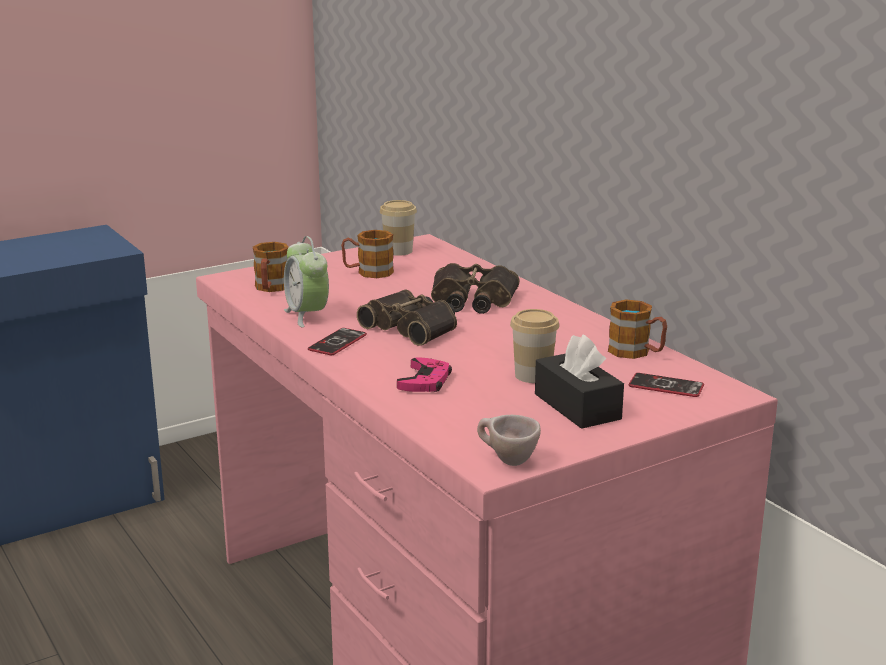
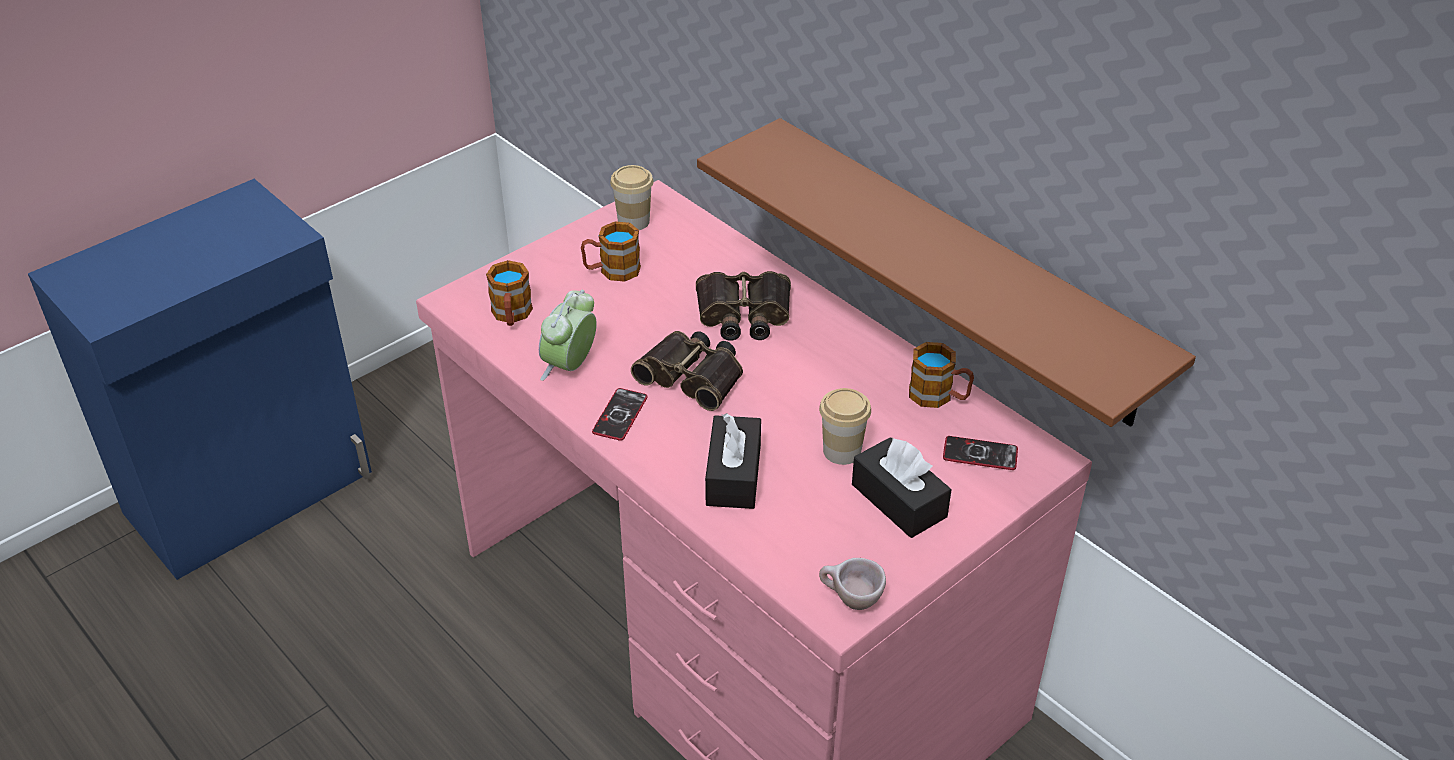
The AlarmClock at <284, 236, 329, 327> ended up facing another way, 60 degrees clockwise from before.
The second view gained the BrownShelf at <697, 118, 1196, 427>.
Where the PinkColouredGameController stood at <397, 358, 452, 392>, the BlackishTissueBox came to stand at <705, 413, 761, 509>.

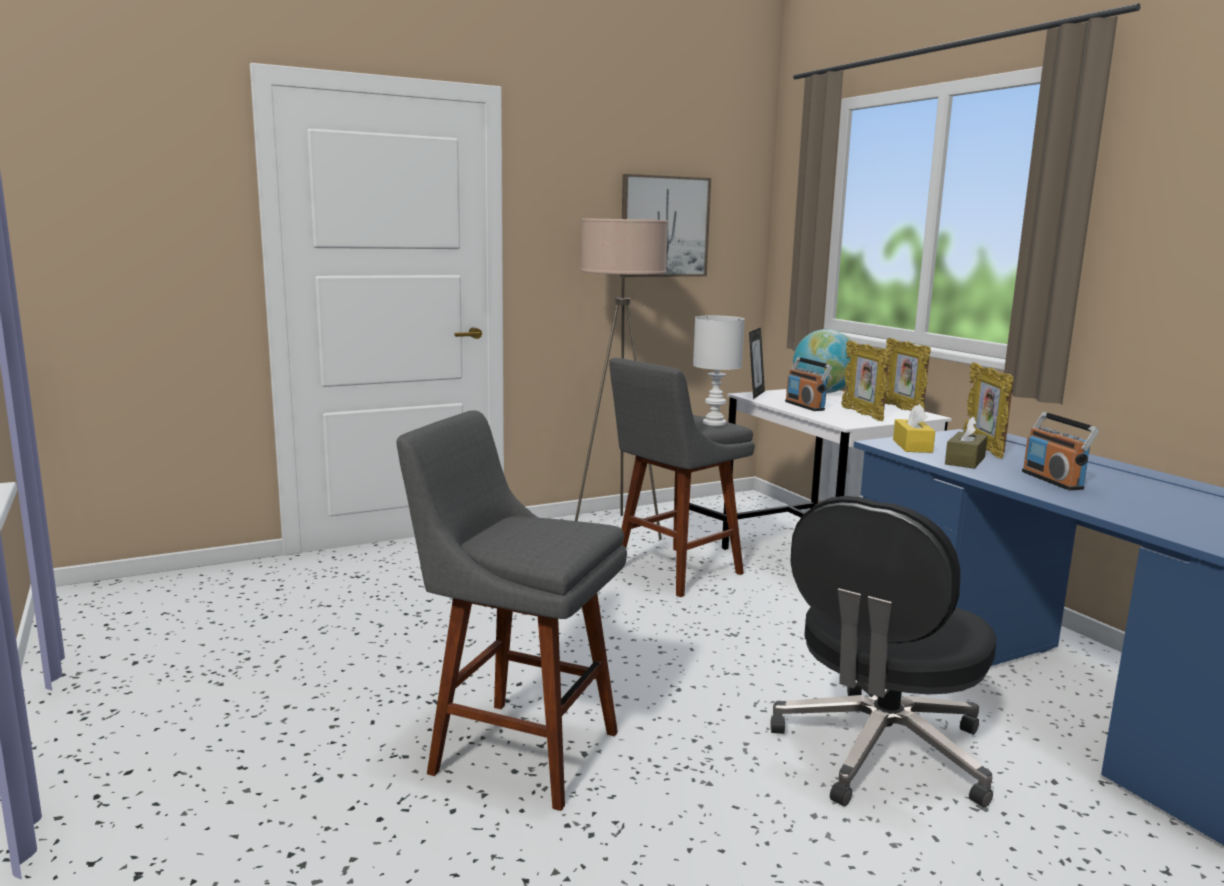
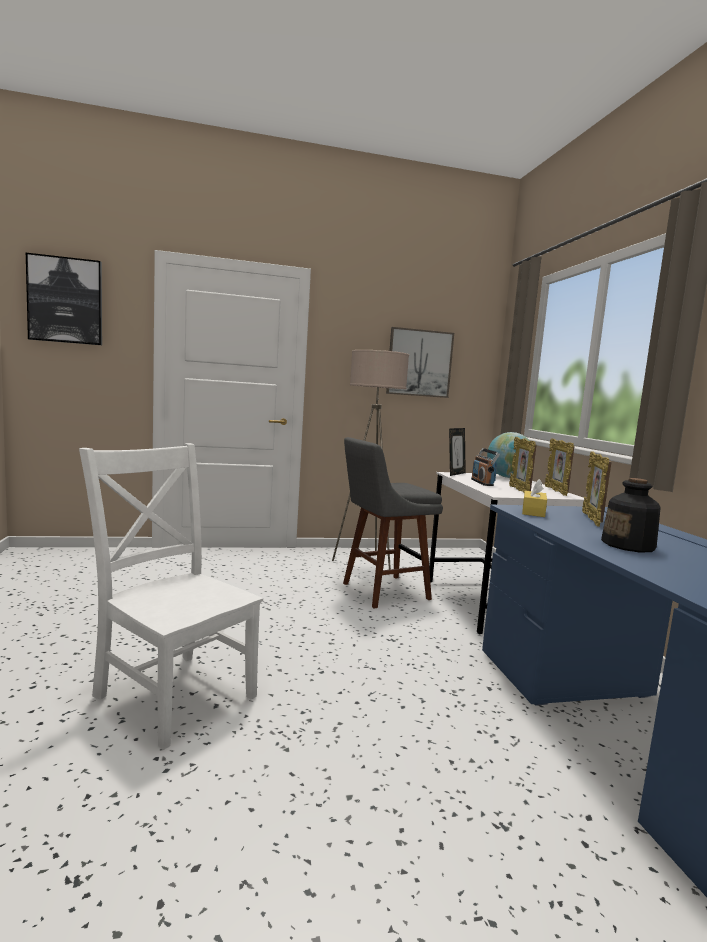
The second view gained the WallArt at <26, 253, 102, 345>.
Where the GreyishStool stood at <396, 410, 627, 811>, the WhiteColouredChair came to stand at <79, 443, 263, 750>.
Where the Radio stood at <1022, 412, 1099, 490>, the Bottle came to stand at <601, 478, 661, 553>.
The second view lost the WhiteColouredTabletopLamp at <693, 316, 745, 426>.
The second view lost the BlackishComputerChair at <770, 496, 996, 808>.
The second view lost the BrownTissueBox at <945, 416, 988, 469>.

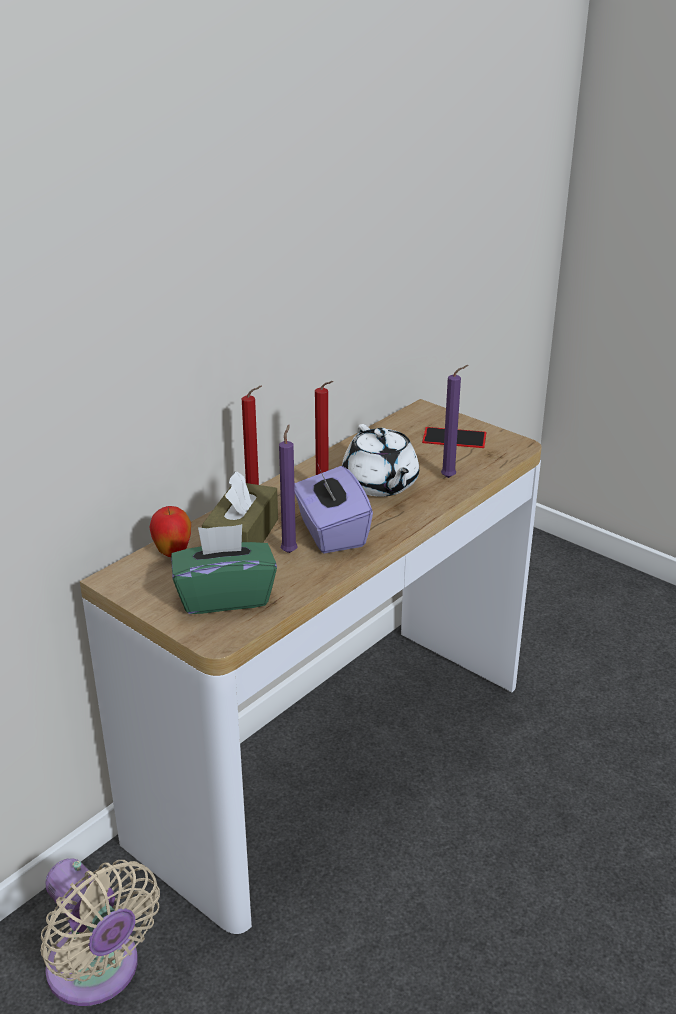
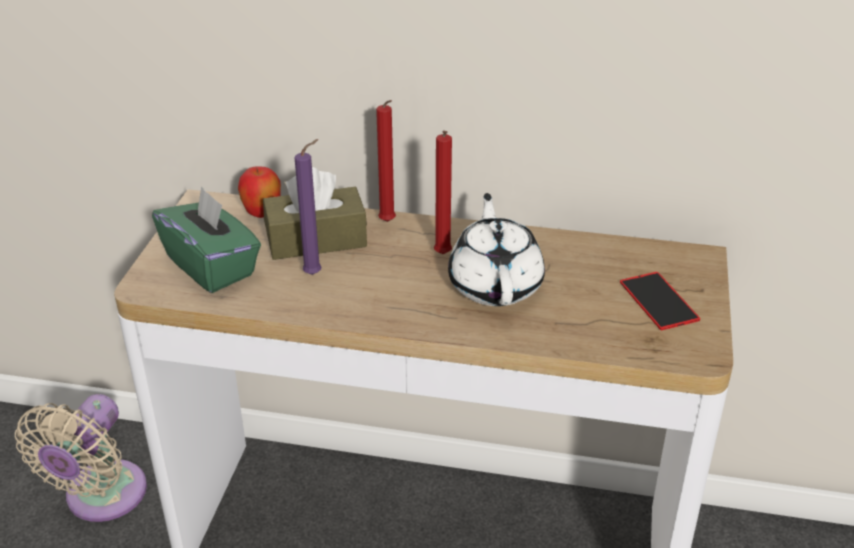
The WhiteColouredPotForTea at <342, 424, 419, 497> ended up facing another way, 135 degrees clockwise from before.
The second view lost the PurpleColouredTissueBox at <294, 463, 373, 554>.
The second view lost the PurpleColouredCandle at <441, 365, 469, 478>.

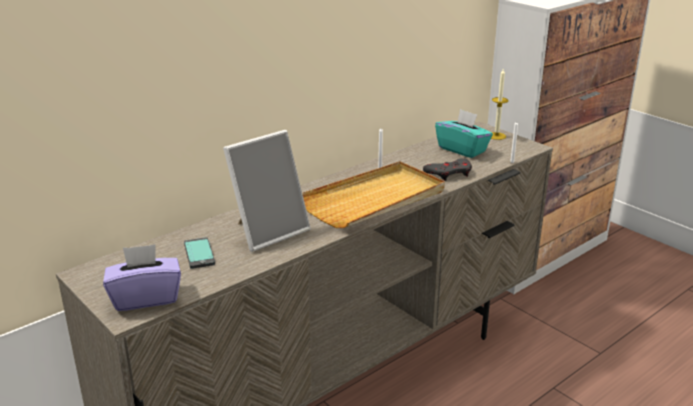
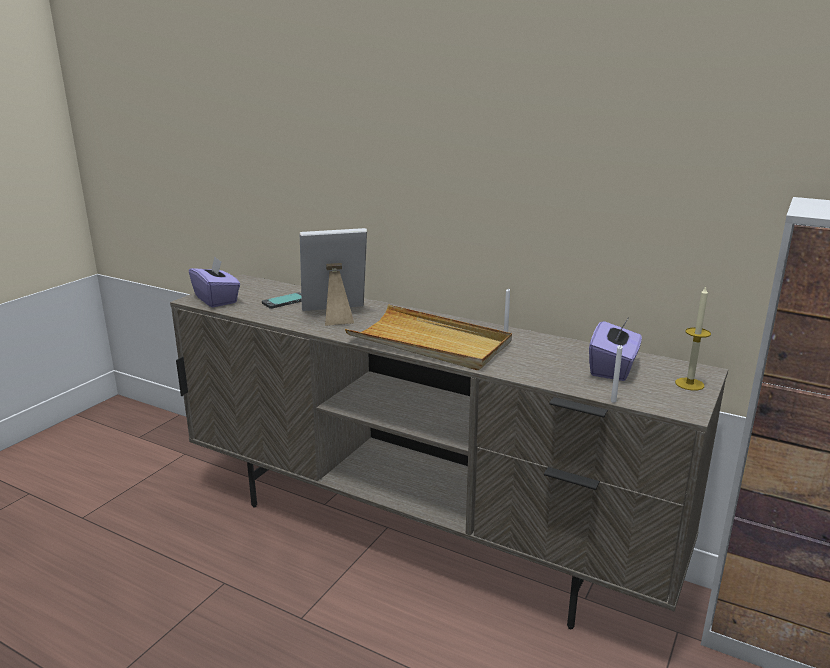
The StandingFrame at <223, 130, 311, 252> ended up facing another way, 135 degrees clockwise from before.
What was the TurquoiseColouredTissueBox at <435, 109, 493, 158> turned into the PurpleColouredTissueBox at <589, 316, 642, 381>.
The second view lost the GreyishGameController at <423, 158, 472, 181>.

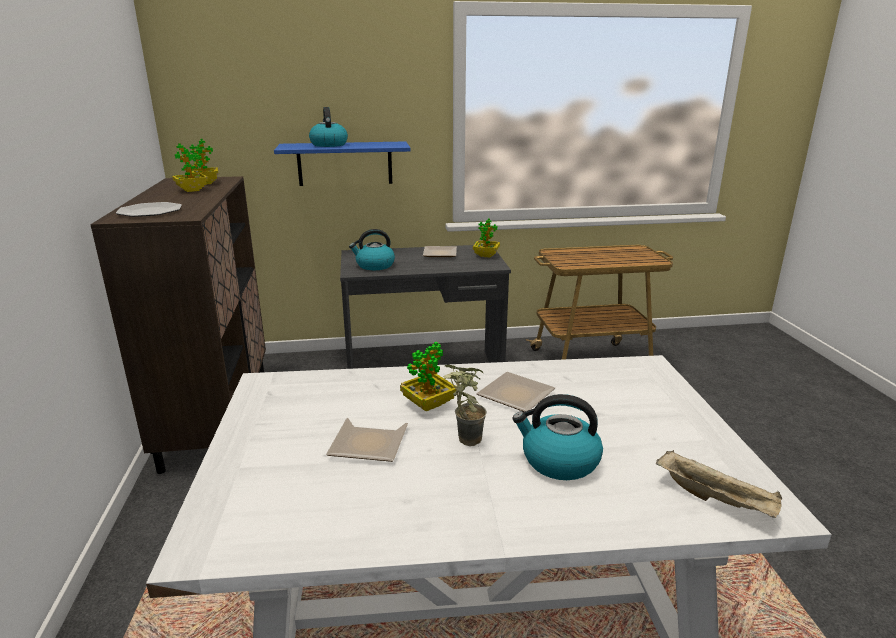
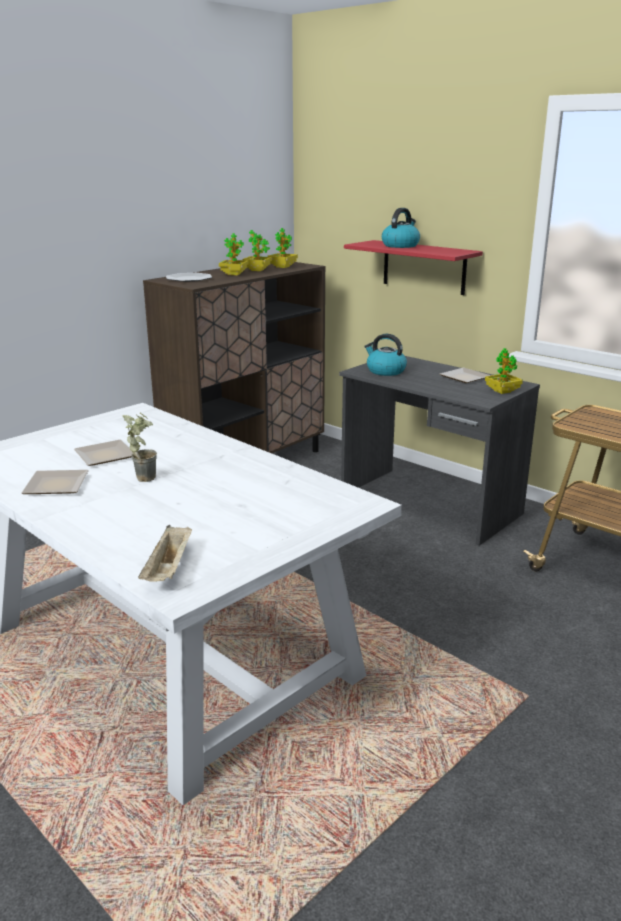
The DinnerPlate ended up elsewhere, having gone from <476, 372, 555, 412> to <22, 470, 89, 494>.
The PlantInAPot ended up elsewhere, having gone from <400, 342, 457, 411> to <219, 233, 249, 275>.
What was the BlueColouredShelf at <274, 141, 411, 186> turned into the RedColouredShelf at <344, 240, 483, 295>.
The second view lost the Kettle at <512, 394, 603, 480>.

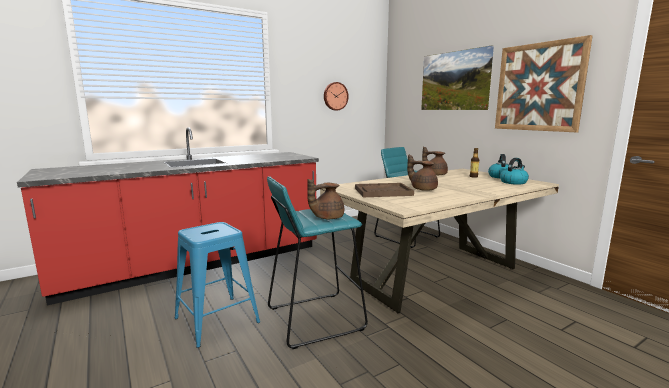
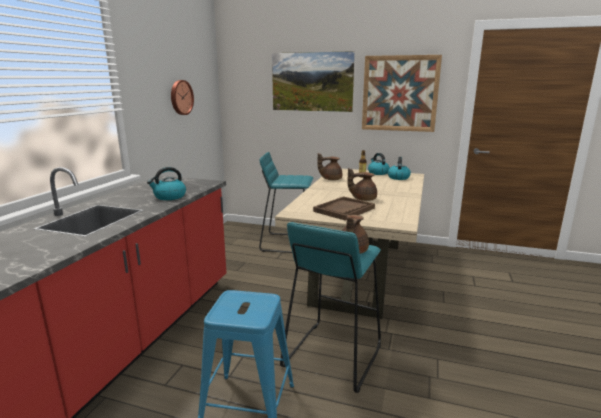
The second view gained the Kettle at <147, 167, 186, 200>.

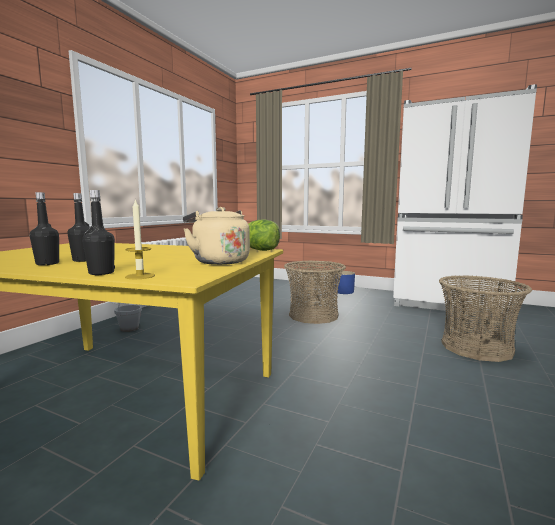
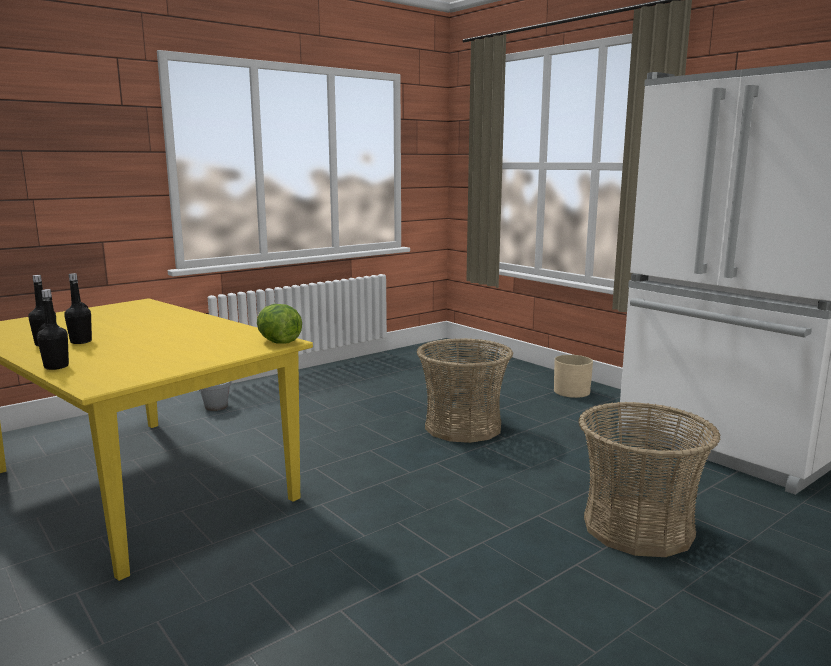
What was the BlueColouredPlanter at <334, 271, 355, 294> turned into the BeigeColouredPlanter at <554, 355, 593, 398>.
The second view lost the Candle at <125, 199, 155, 279>.
The second view lost the BeigeColouredKettle at <183, 207, 250, 265>.

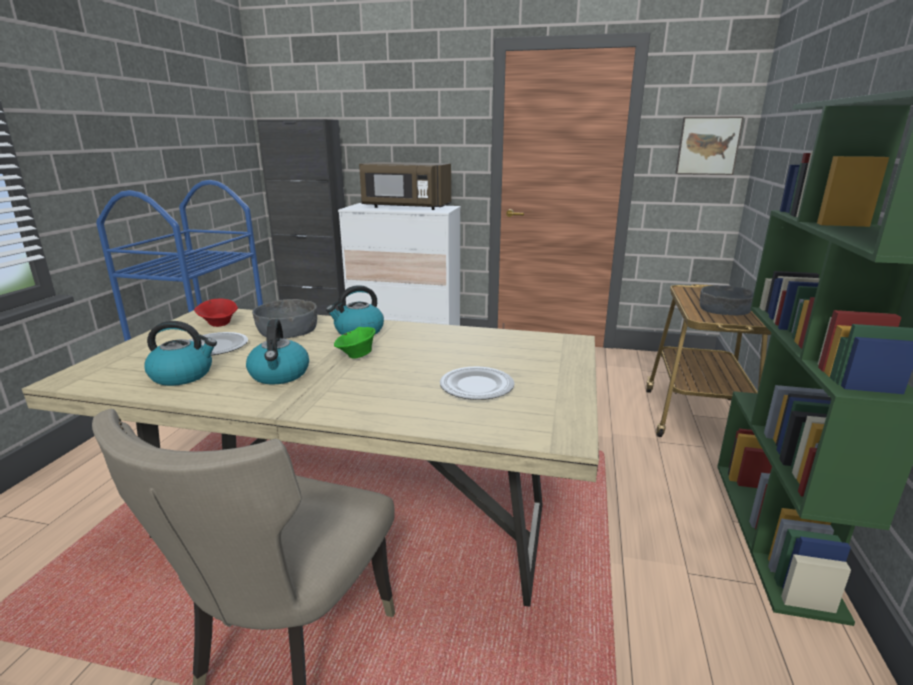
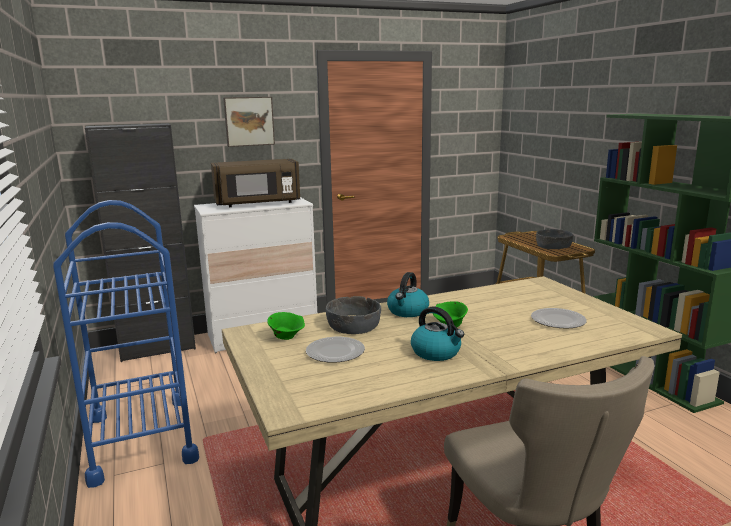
The WallArt ended up elsewhere, having gone from <675, 117, 744, 175> to <223, 97, 275, 147>.
What was the RedColouredServingBowl at <194, 299, 238, 327> turned into the GreenColouredServingBowl at <267, 312, 305, 340>.
The second view lost the Kettle at <144, 321, 217, 386>.

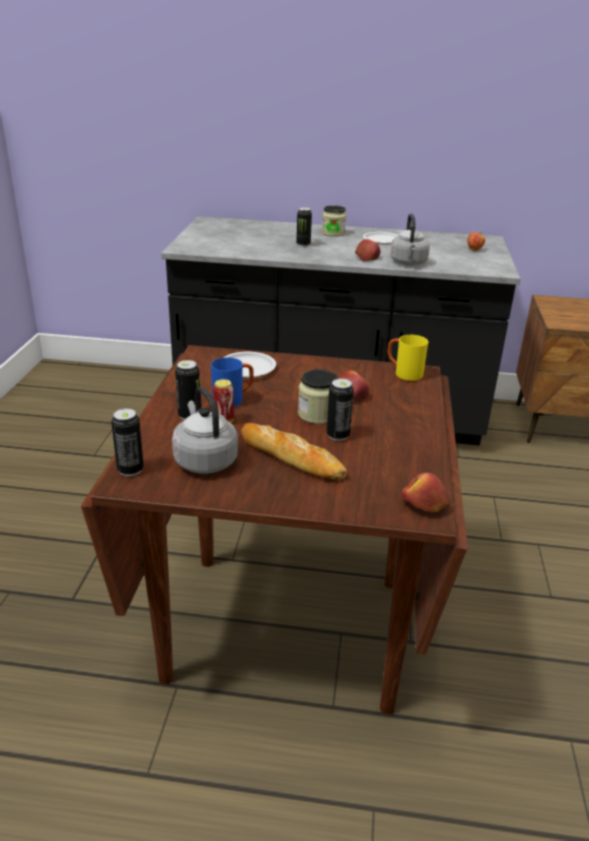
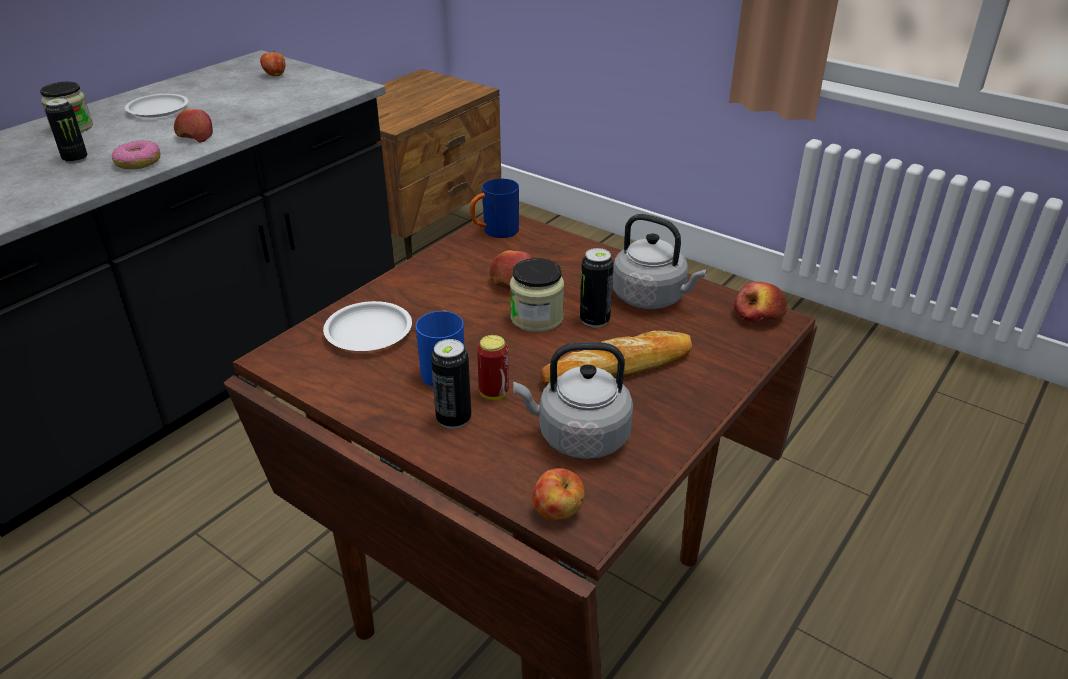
The second view gained the Doughnut at <112, 140, 160, 169>.
What was the YellowColouredTeaMug at <388, 335, 428, 381> turned into the BlueColouredTeaMug at <470, 179, 519, 238>.
Where the Can stood at <111, 408, 144, 476>, the WholeApple came to stand at <533, 468, 585, 520>.
The GreyishKettle ended up elsewhere, having gone from <390, 213, 430, 265> to <612, 214, 707, 309>.

